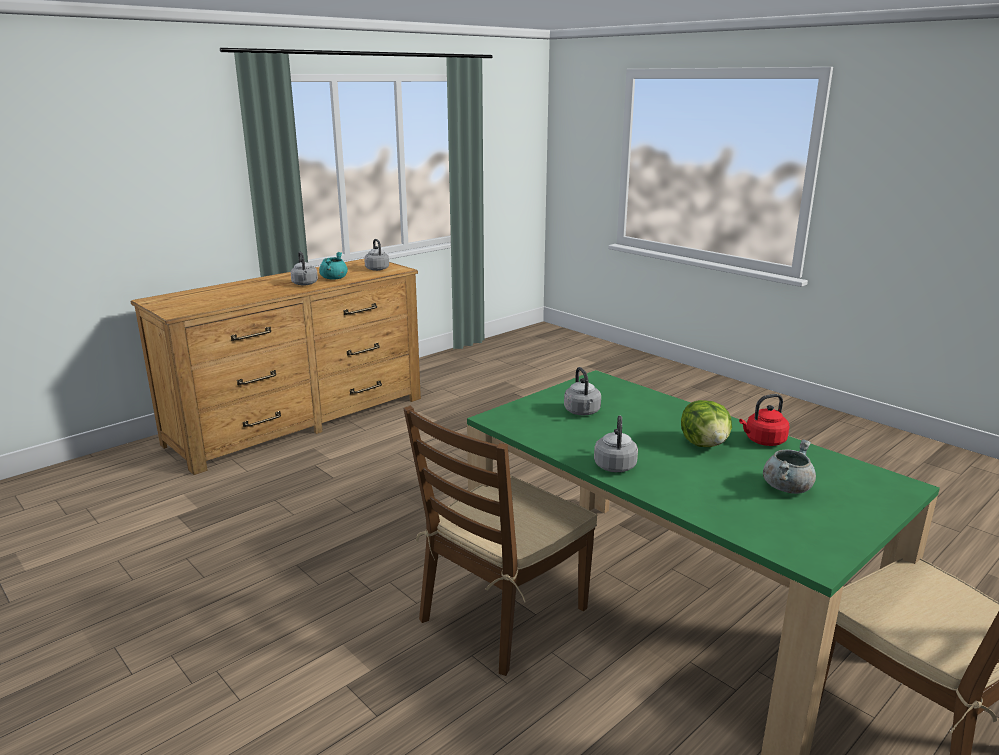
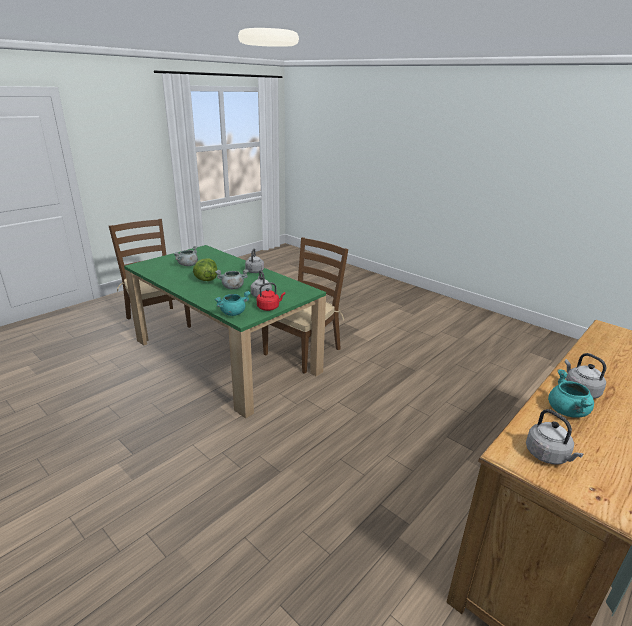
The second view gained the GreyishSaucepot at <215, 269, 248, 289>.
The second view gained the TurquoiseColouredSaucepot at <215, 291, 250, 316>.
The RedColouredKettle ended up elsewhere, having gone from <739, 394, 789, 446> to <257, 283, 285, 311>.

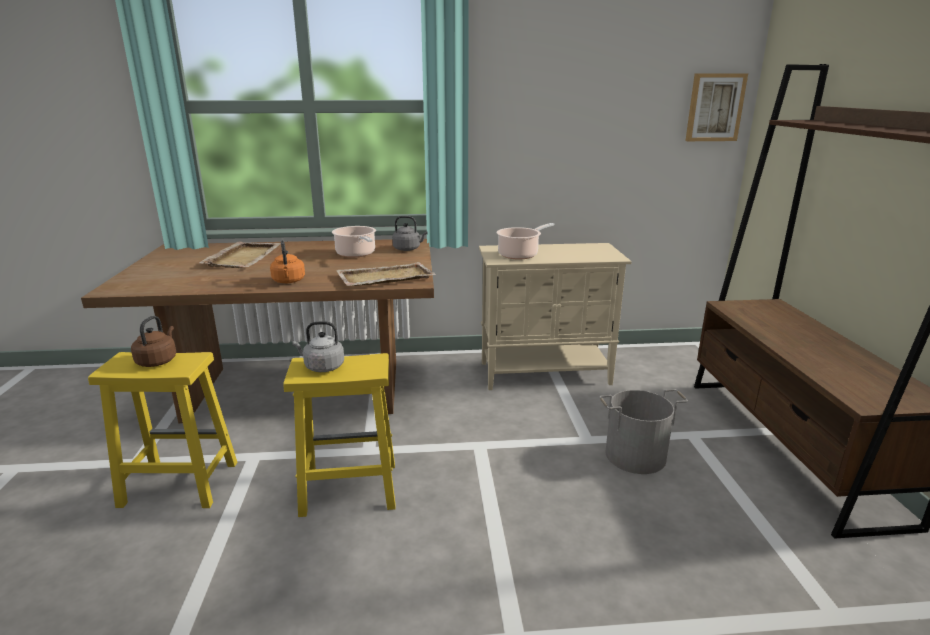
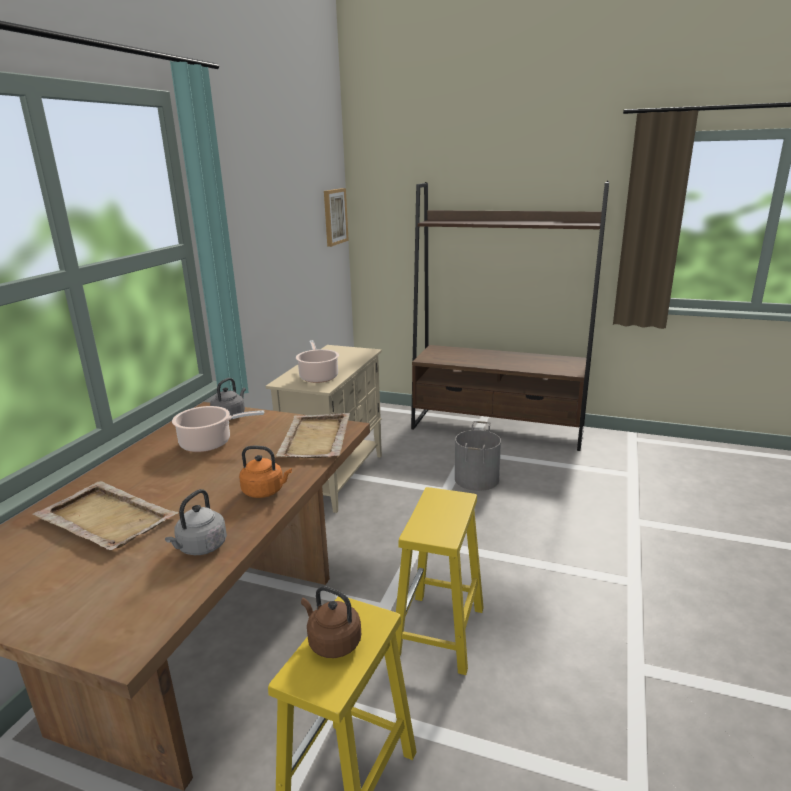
The GreyishKettle ended up elsewhere, having gone from <292, 321, 344, 372> to <165, 489, 227, 555>.

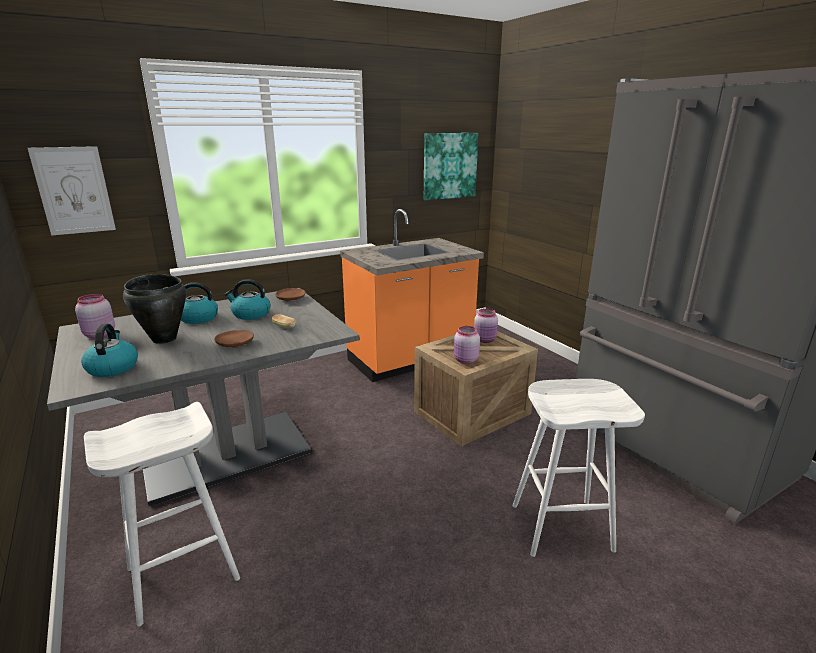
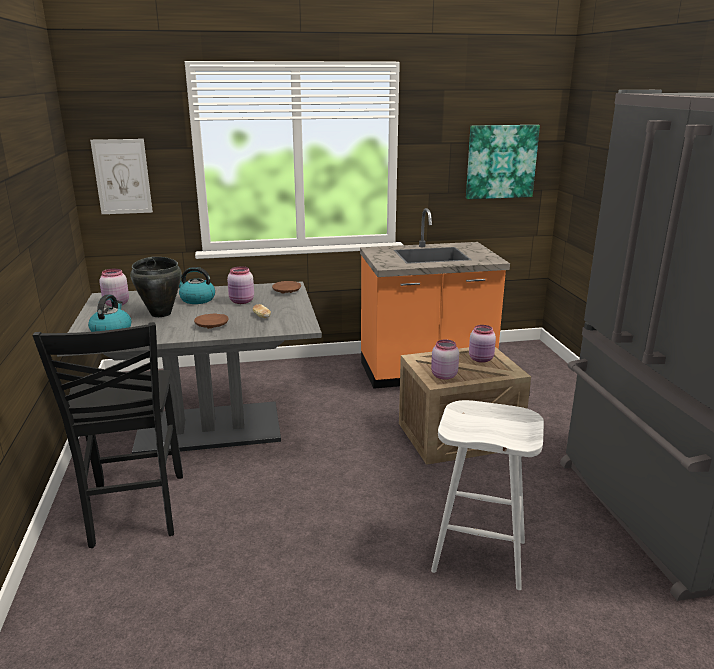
Where the WhiteColouredStool stood at <84, 402, 240, 626>, the BlackishChair came to stand at <33, 322, 183, 548>.
Where the Kettle stood at <224, 279, 271, 320>, the PinkColouredStorageJar came to stand at <227, 266, 254, 304>.

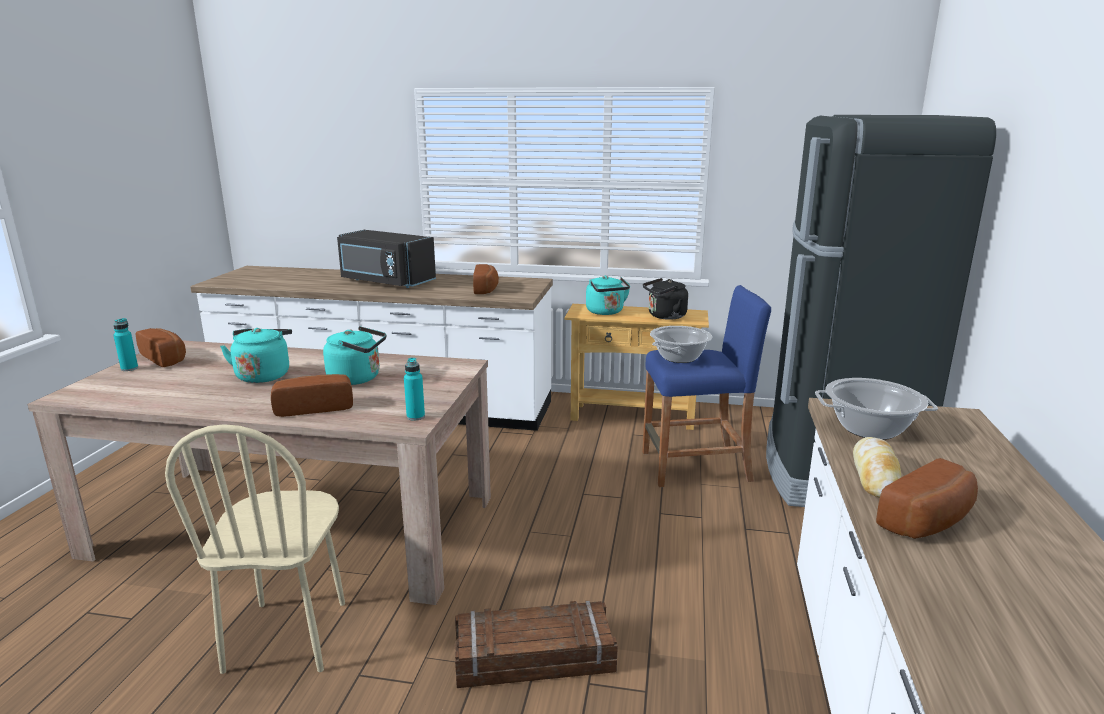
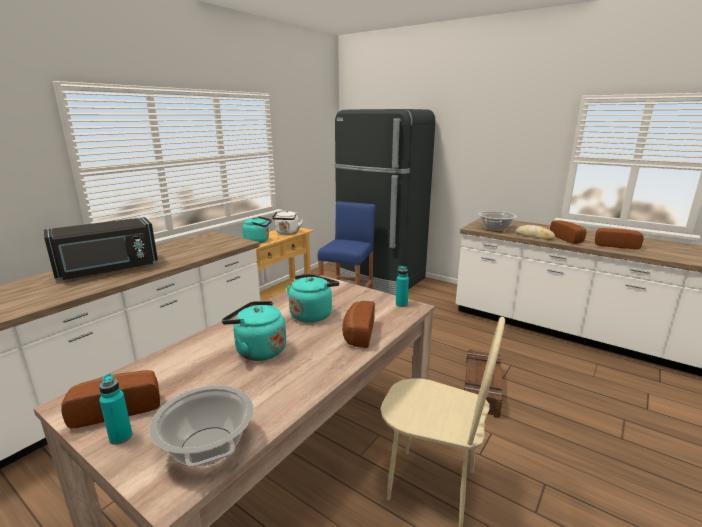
The Saucepot ended up elsewhere, having gone from <650, 326, 712, 363> to <149, 384, 254, 467>.
What was the BlackishKettle at <643, 278, 688, 320> turned into the WhiteColouredKettle at <272, 210, 303, 235>.
The BakeryBread ended up elsewhere, having gone from <473, 264, 499, 294> to <595, 228, 644, 249>.

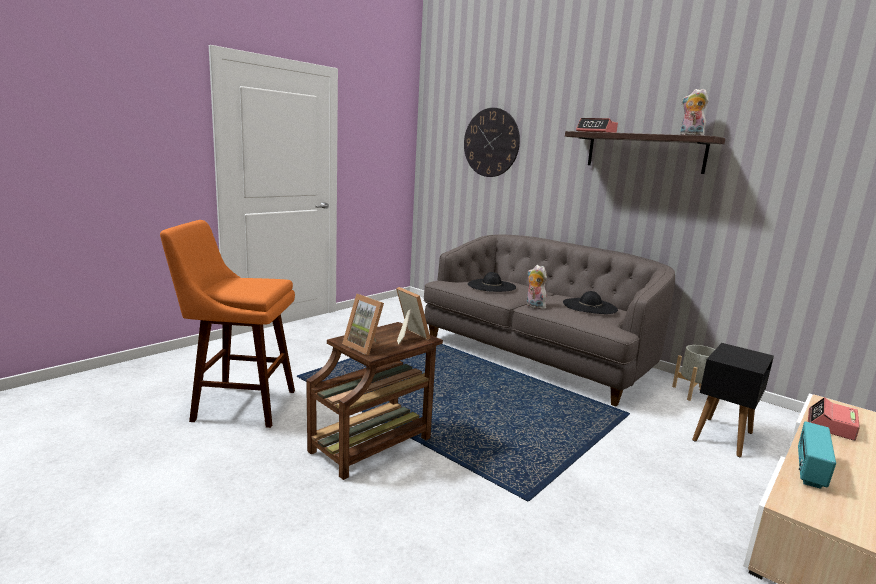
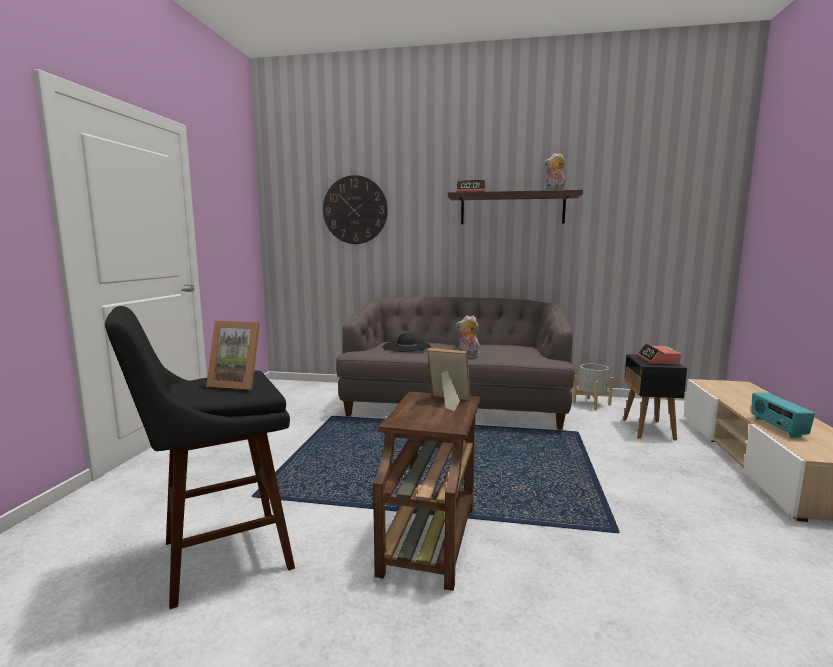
What was the OrangeyStool at <160, 220, 295, 428> turned into the BlackishStool at <105, 306, 295, 609>.
The StandingFrame ended up elsewhere, having gone from <342, 294, 384, 355> to <206, 321, 260, 390>.
The AlarmClock ended up elsewhere, having gone from <808, 397, 860, 441> to <638, 343, 681, 364>.
The second view lost the BlackishClothingHat at <563, 291, 618, 314>.

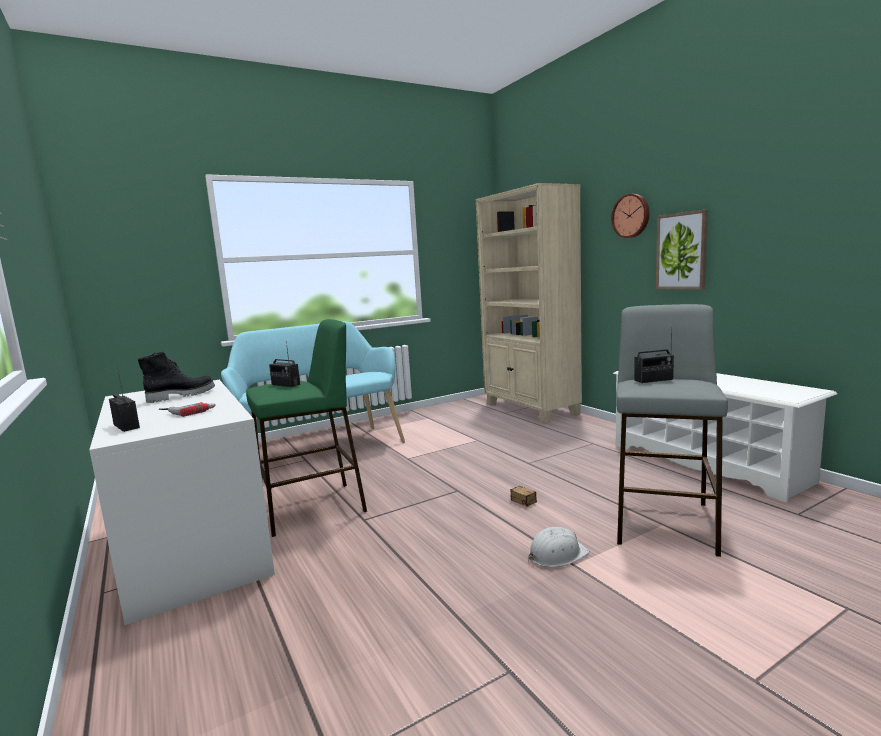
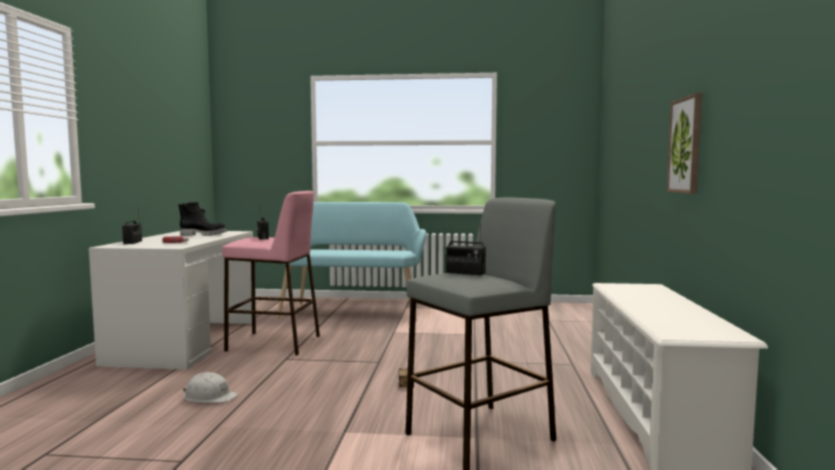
The WhiteColouredHardHat ended up elsewhere, having gone from <528, 527, 589, 567> to <183, 372, 238, 403>.
What was the GreenColouredStool at <246, 319, 367, 537> turned into the PinkColouredStool at <222, 191, 320, 355>.
The second view lost the BeigeColouredBookcase at <476, 183, 582, 424>.
The second view lost the WallClock at <611, 194, 650, 238>.

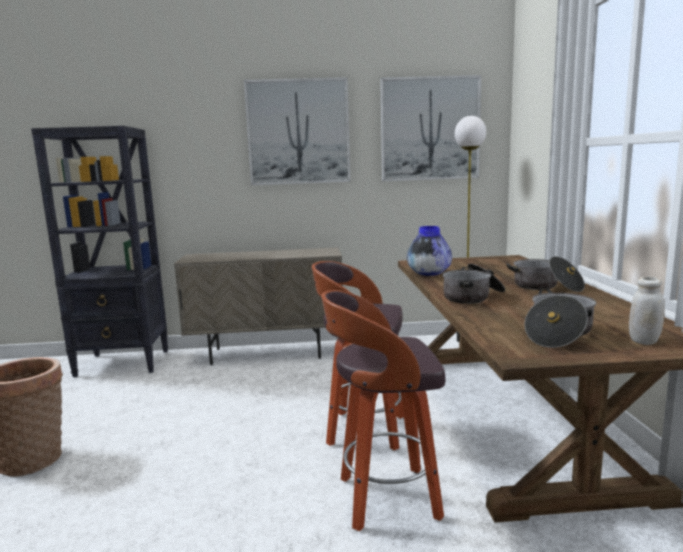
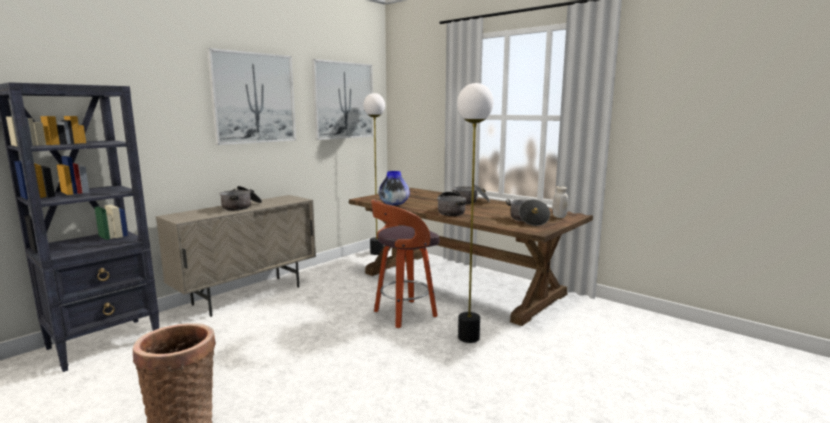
The second view gained the Saucepot at <219, 186, 262, 210>.
Where the Stool stood at <321, 290, 445, 532>, the StandardLamp came to stand at <457, 83, 493, 343>.

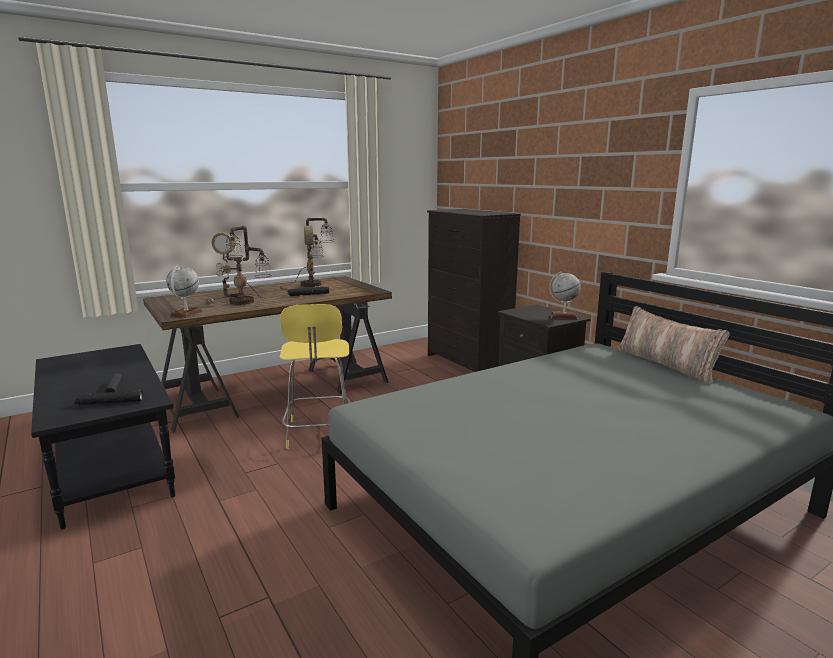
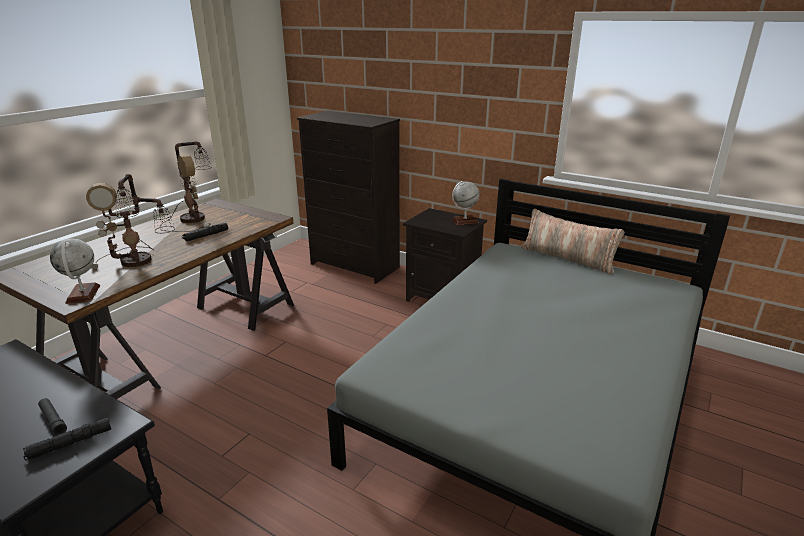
The second view lost the YellowColouredStool at <280, 304, 350, 449>.

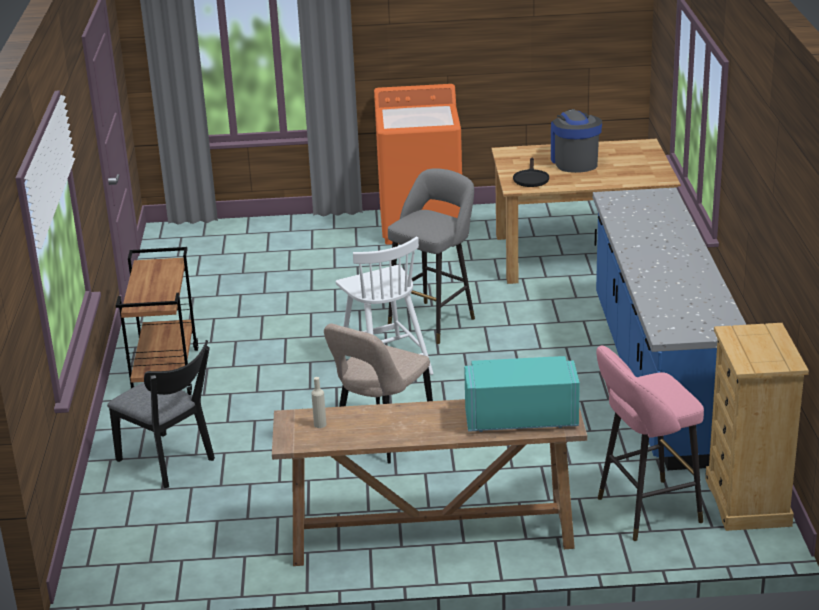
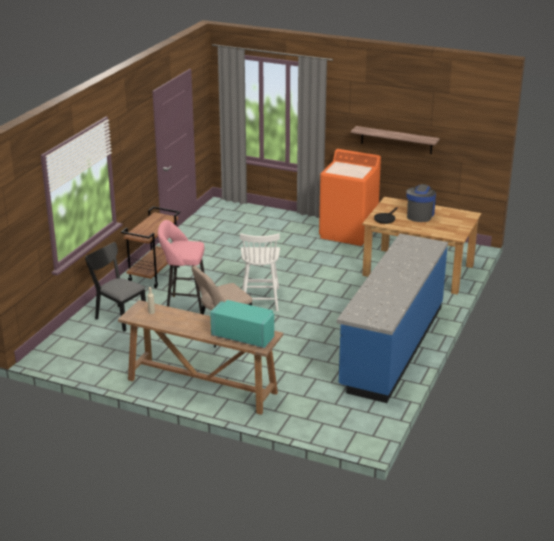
The BlackishChair at <107, 340, 215, 488> ended up facing another way, 150 degrees clockwise from before.
The PinkColouredStool ended up elsewhere, having gone from <596, 346, 704, 541> to <158, 220, 204, 313>.
The second view gained the Shelf at <351, 126, 439, 154>.
The second view lost the GreyishStool at <388, 168, 475, 344>.
The second view lost the BeigeColouredDrawerChest at <705, 323, 809, 531>.

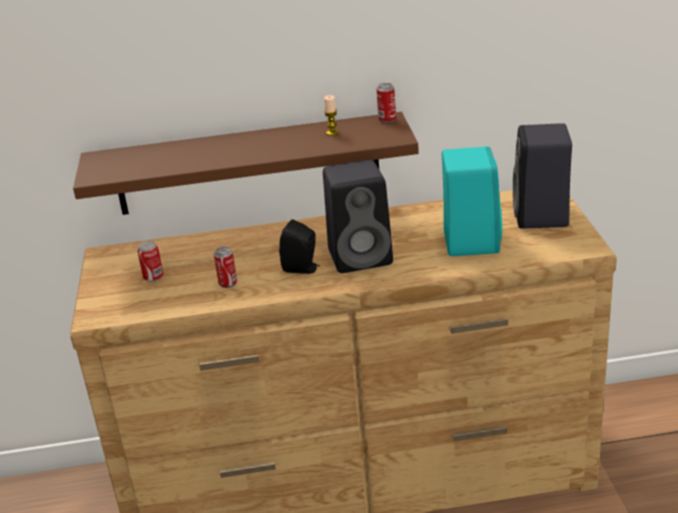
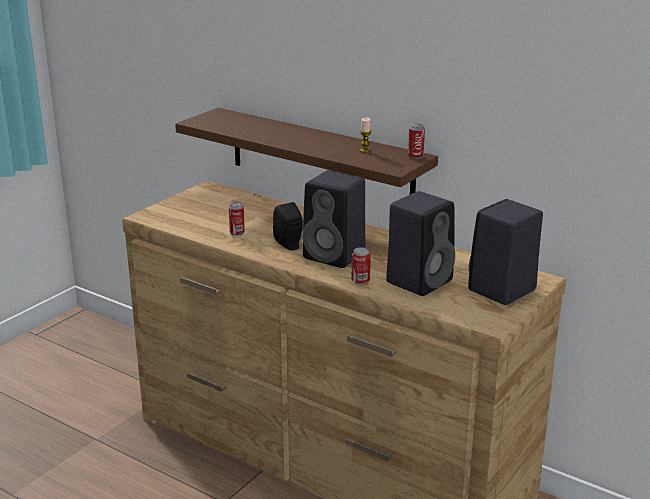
The Can ended up elsewhere, having gone from <138, 241, 163, 282> to <352, 247, 371, 285>.
What was the TurquoiseColouredLoudspeaker at <442, 147, 502, 256> turned into the BlackishLoudspeaker at <386, 191, 455, 296>.

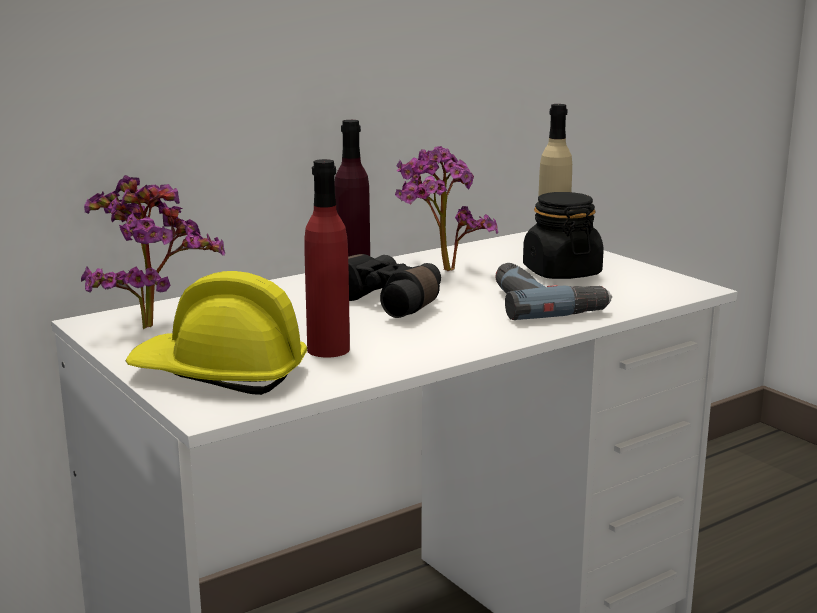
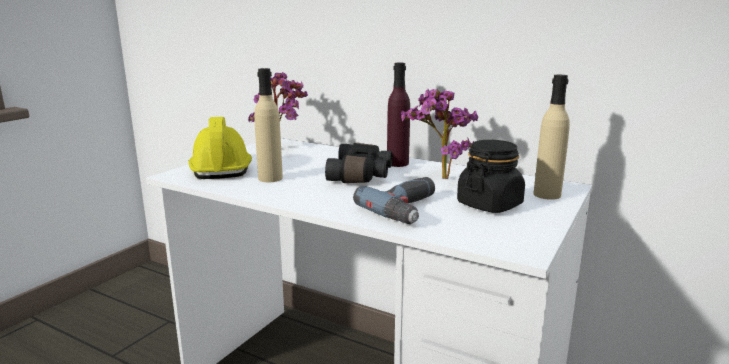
What was the RedColouredBottle at <304, 159, 350, 358> turned into the BeigeColouredBottle at <254, 68, 283, 182>.

